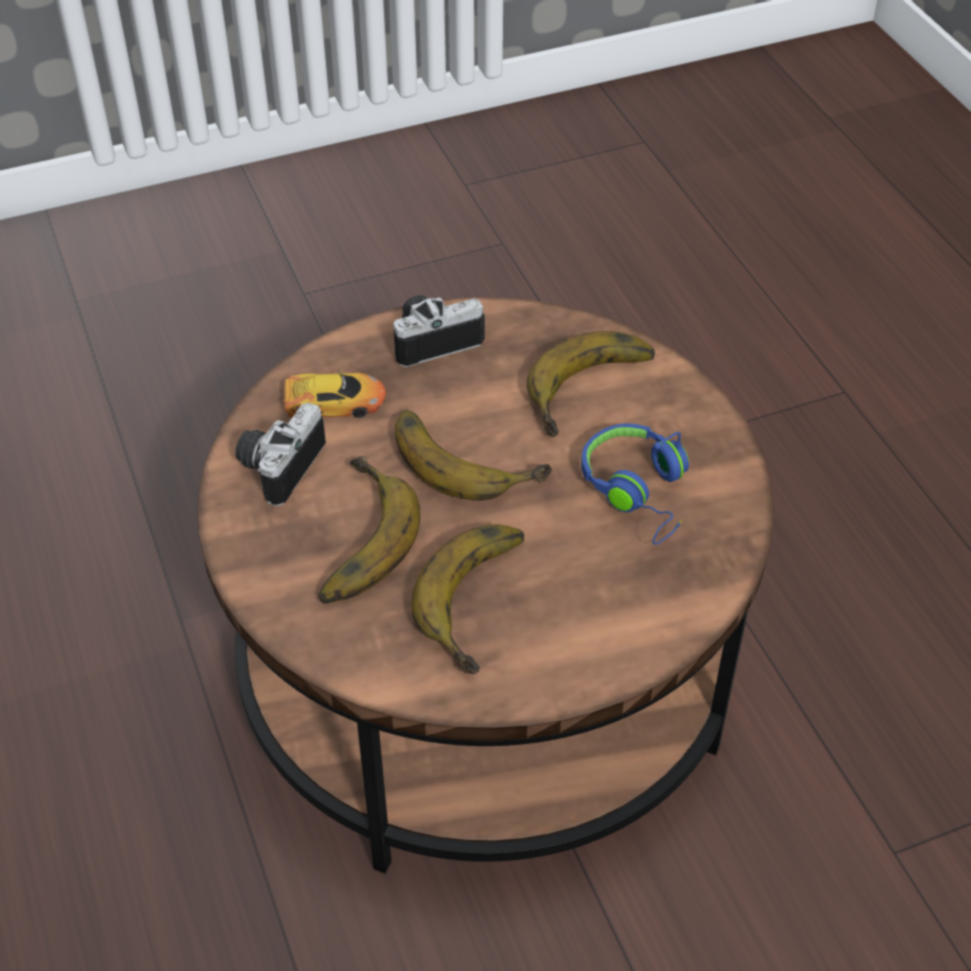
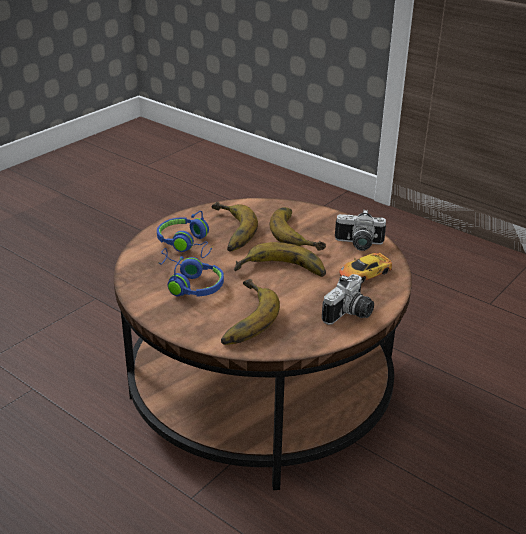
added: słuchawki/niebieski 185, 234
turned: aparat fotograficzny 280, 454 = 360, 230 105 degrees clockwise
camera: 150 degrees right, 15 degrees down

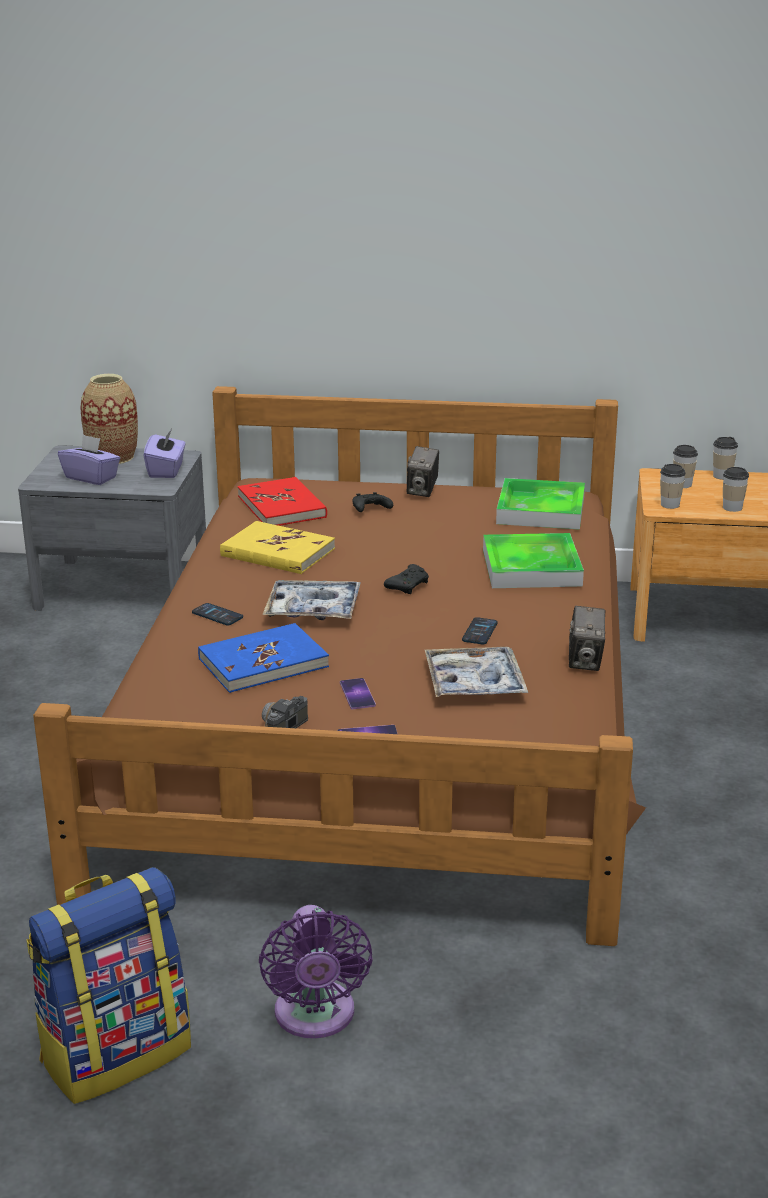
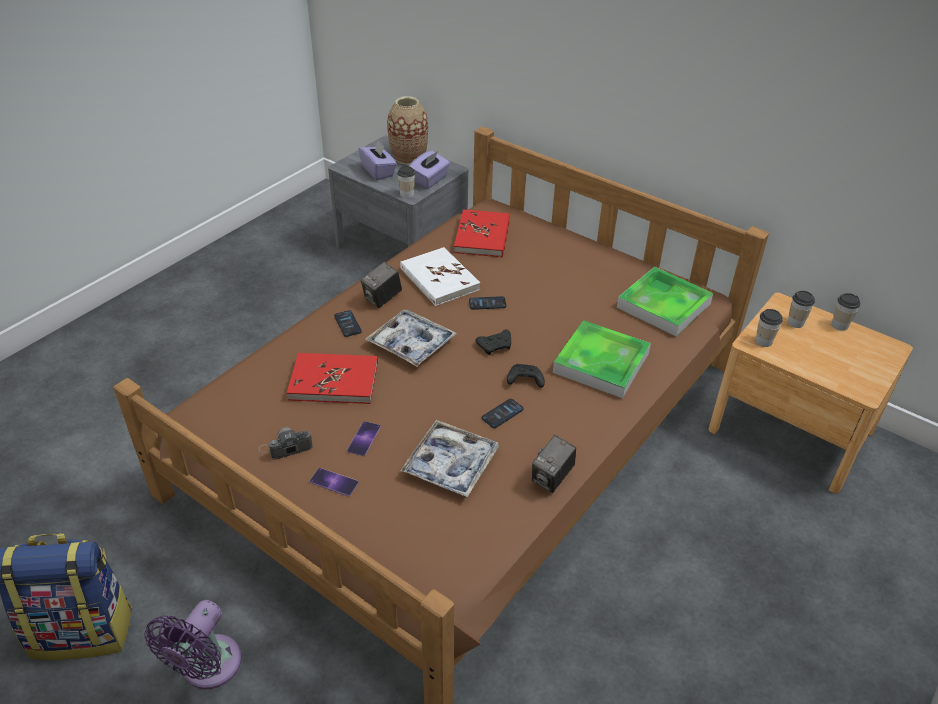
added: telefon 487, 303
moved: pad do gier/czarny 373, 502 to 526, 376; aparat fotograficzny 423, 471 to 381, 285; filiżanka 736, 489 to 406, 182
recoloured: książka/niebieski 263, 658 to książka/czerwony 332, 378; książka/żółty 277, 547 to książka/biały 440, 276
camera: 30 degrees right, 15 degrees up

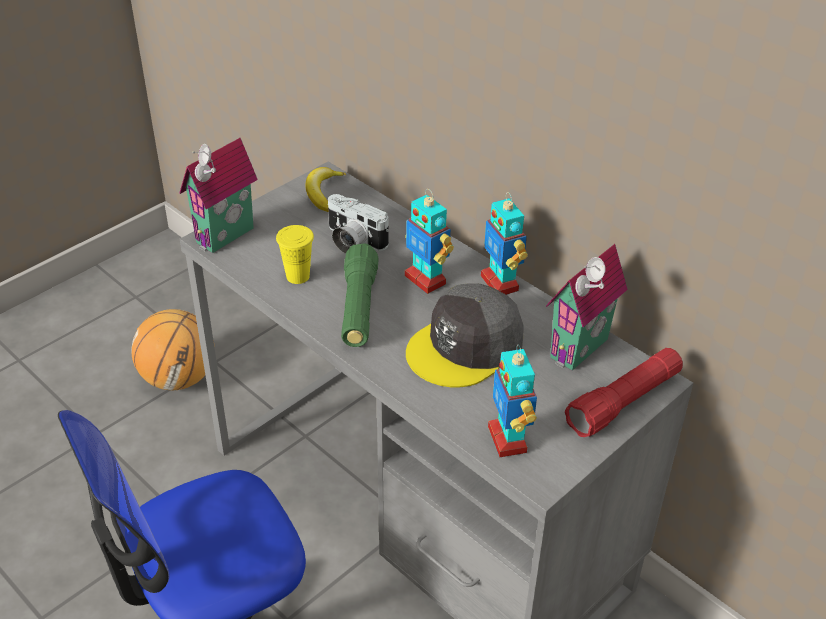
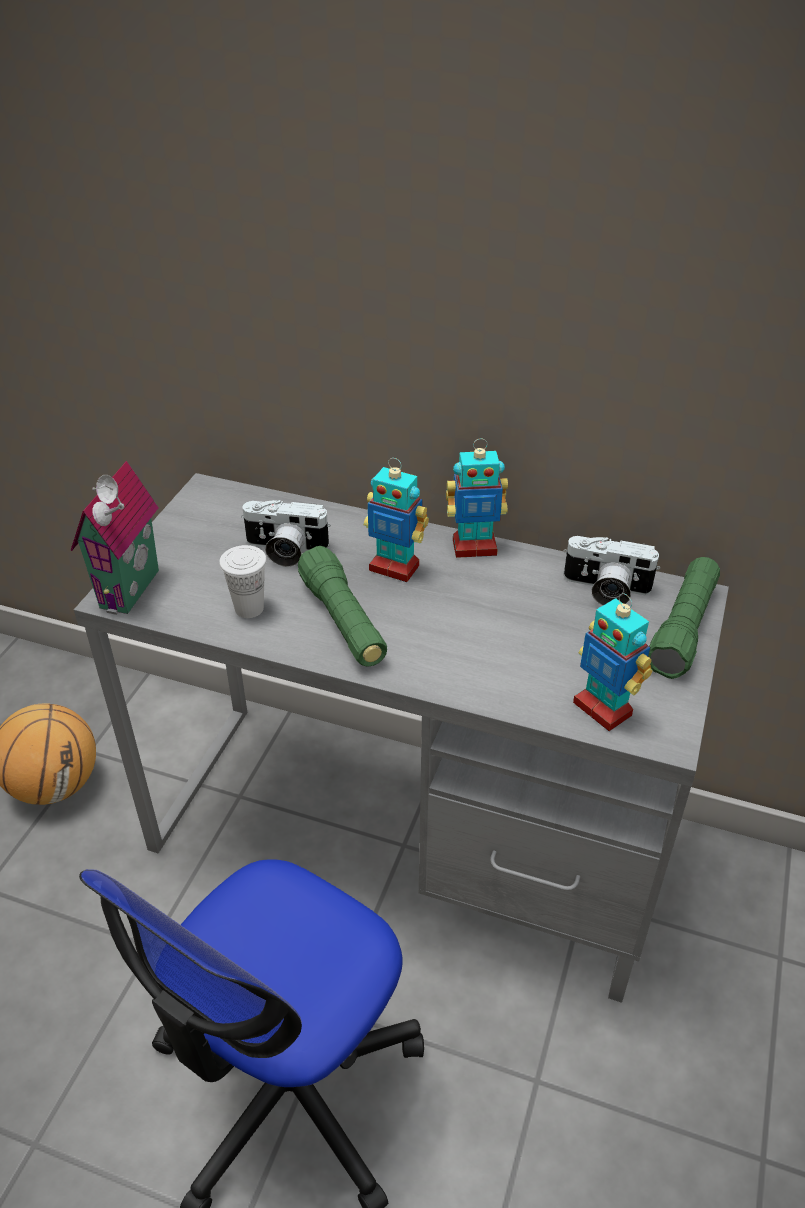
removed: banan 325, 189; czapka z daszkiem/szary 465, 335
replaced: domek 587, 307 to aparat fotograficzny 611, 571
recoloured: filiżanka/żółty 295, 254 to filiżanka/biały 243, 581; latarka/czerwony 624, 392 to latarka/zielony 684, 618
turned: robot zabawkowy 504, 243 = 477, 498 45 degrees counterclockwise
camera: 25 degrees left, 0 degrees up

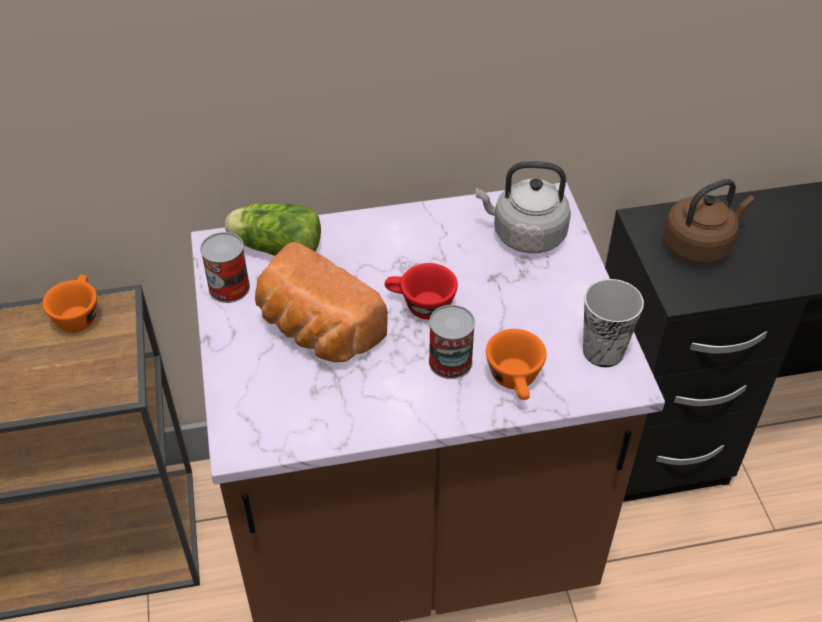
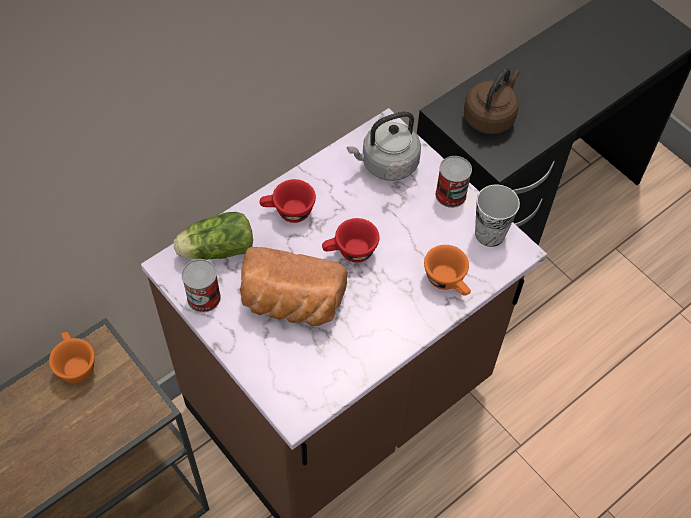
added: filiżanka/czerwony 288, 201
moved: puszka 452, 342 to 453, 182
camera: 30 degrees left, 10 degrees up

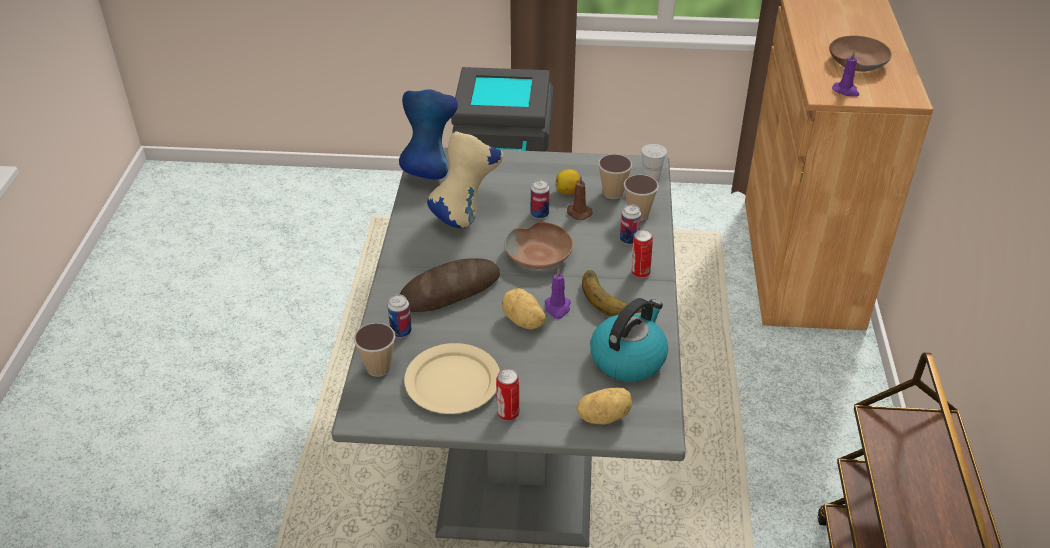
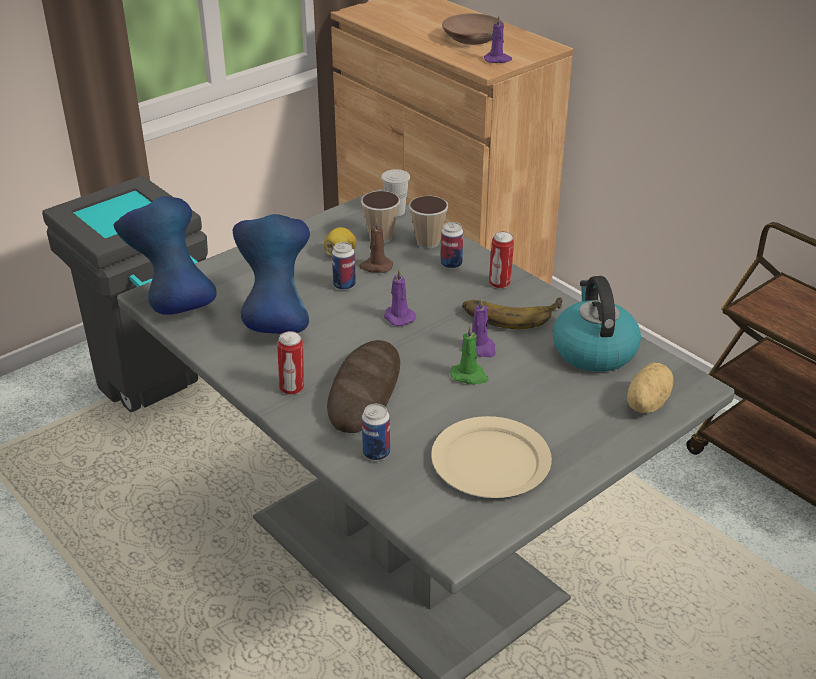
removed: filiżanka 374, 350
moved: puszka 507, 395 to 290, 363
replaced: ziemniak 524, 308 to świeca/zielony 469, 354; miska/brązowy 538, 245 to świeca/fioletowy 400, 297
recoloured: wazon/beżowy 465, 179 to wazon/niebieski 271, 274
camera: 45 degrees left, 5 degrees down

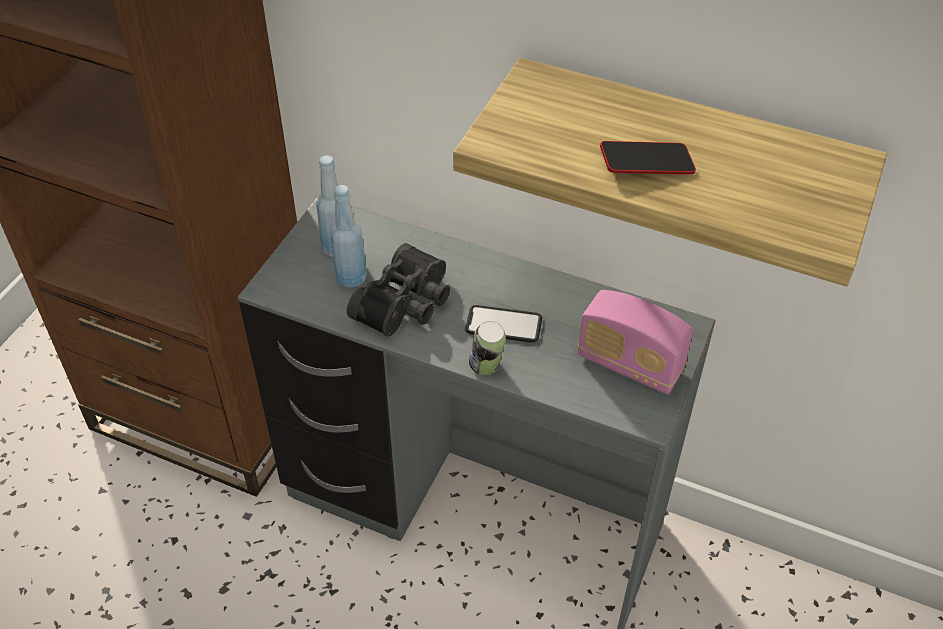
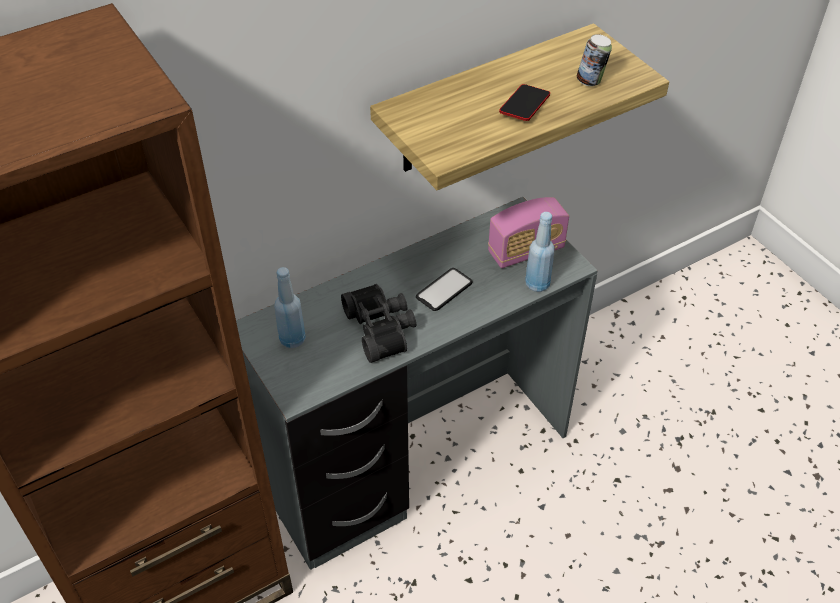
moved: butelka/niebieski 349, 236 to 540, 252; puszka 487, 348 to 594, 60
camera: 55 degrees left, 0 degrees up

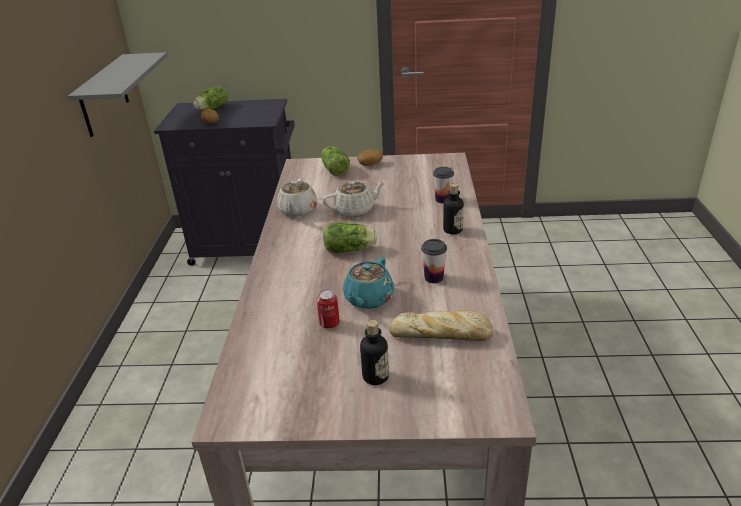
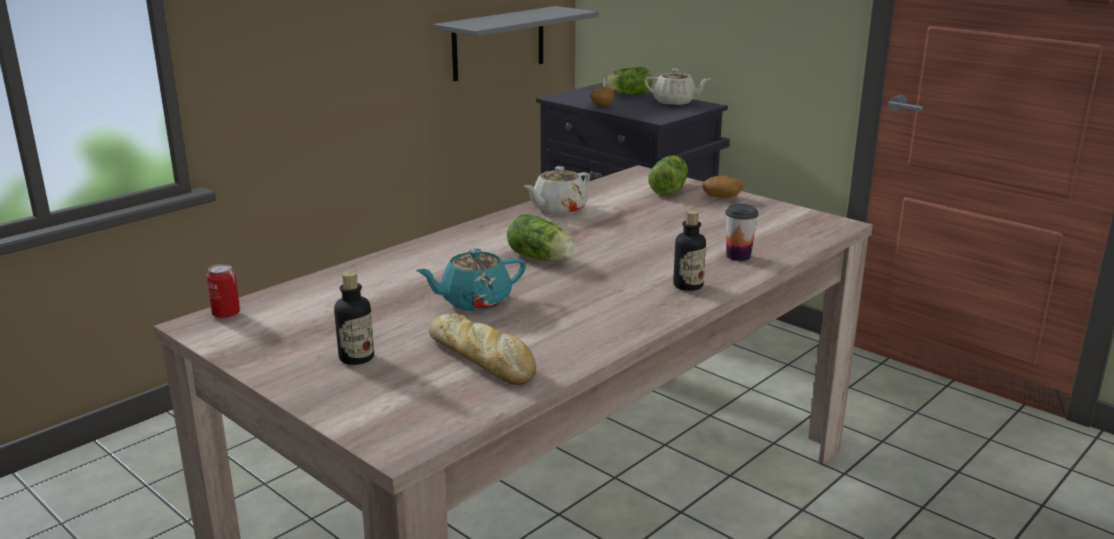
removed: filiżanka 434, 261
moved: puszka 328, 309 to 223, 291; imbryk/beżowy 354, 199 to 677, 87
camera: 40 degrees right, 10 degrees down

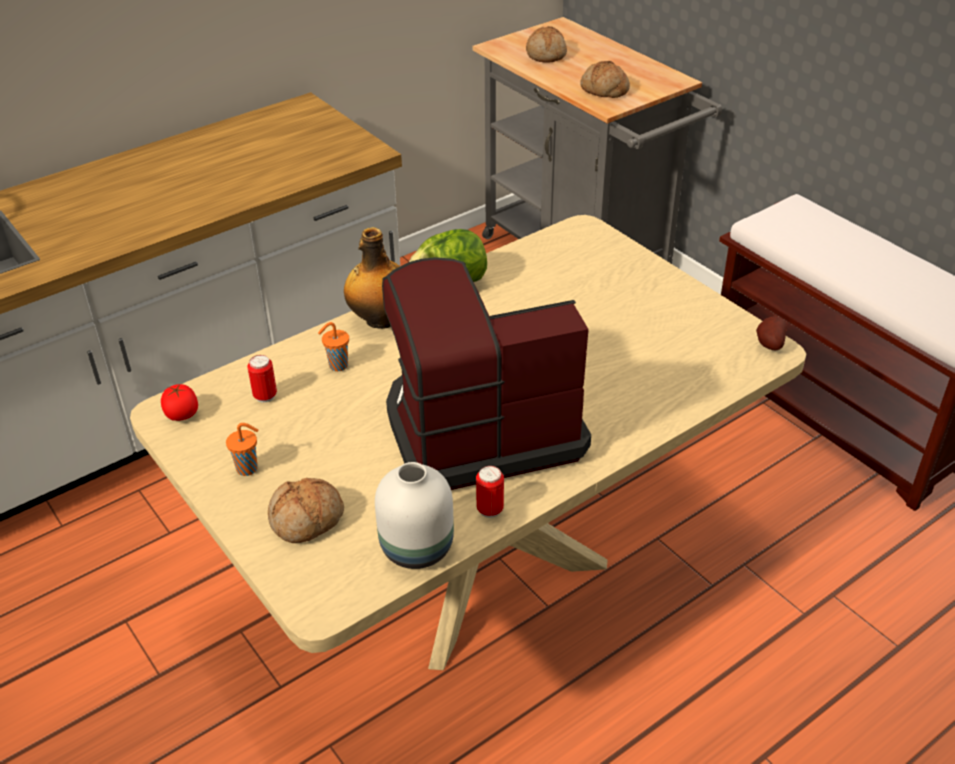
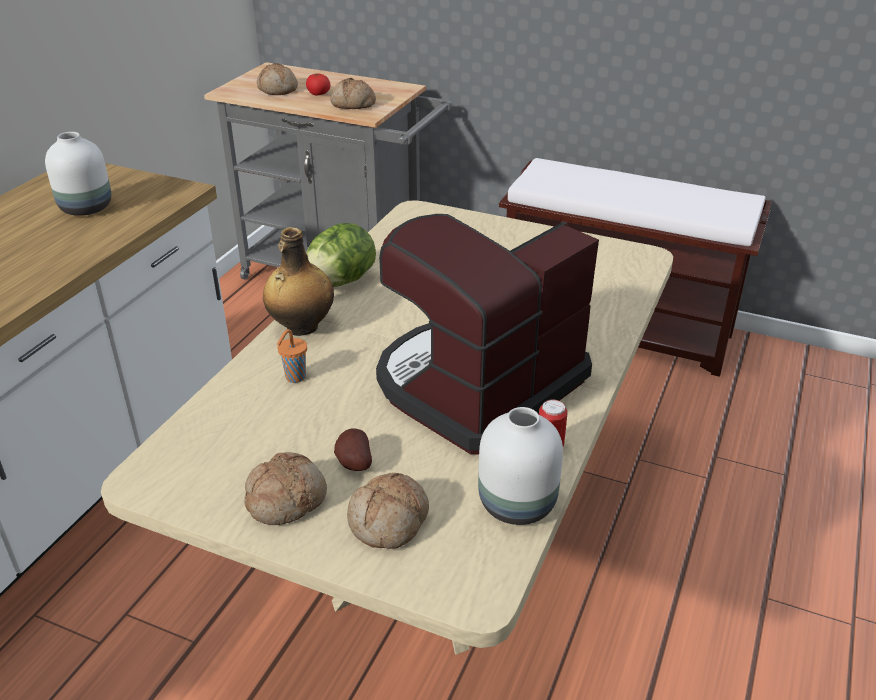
removed: puszka 262, 379
added: wazon/biały 78, 174
moved: pomidor 179, 402 to 318, 84; ziemniak 771, 333 to 353, 450
replaced: filiżanka/pomarańczowy 242, 449 to chleb 285, 488
camera: 30 degrees left, 5 degrees down

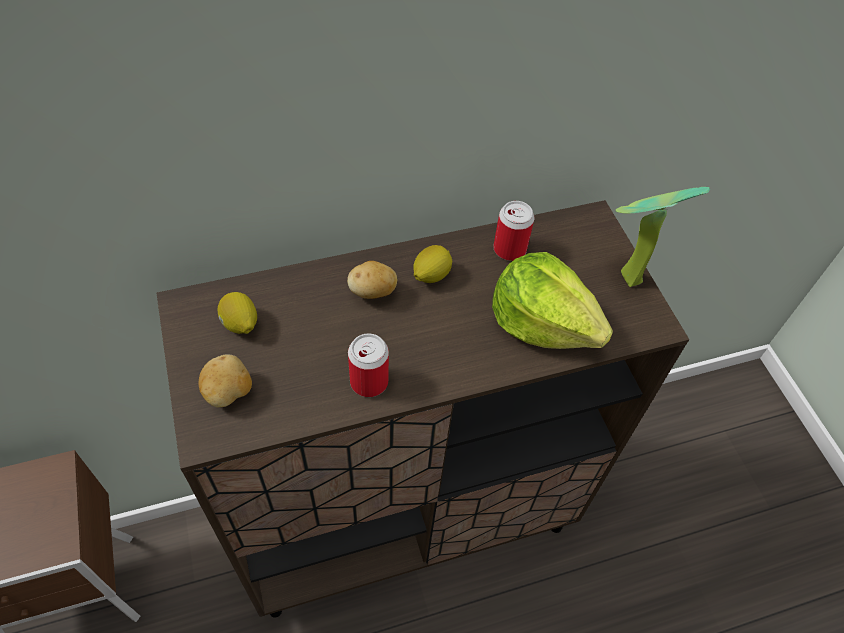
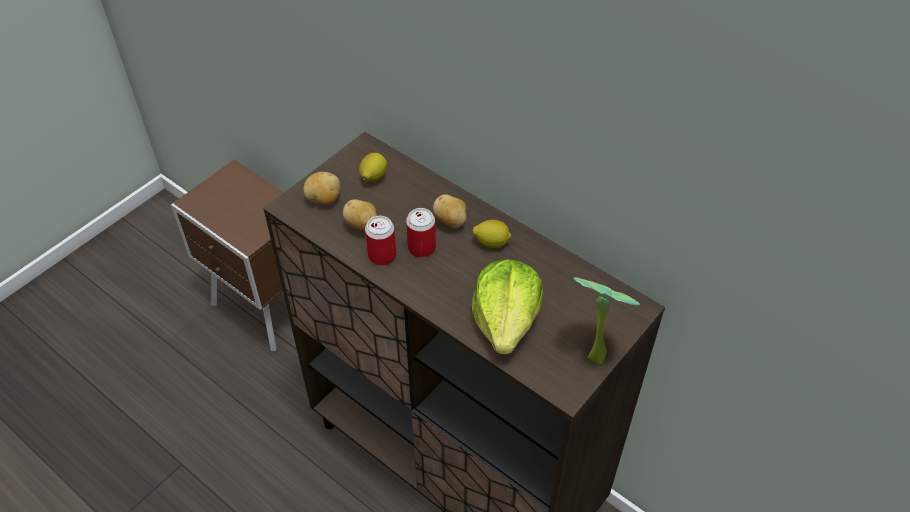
added: ziemniak 360, 215
moved: puszka 513, 231 to 421, 232
camera: 60 degrees right, 5 degrees down

